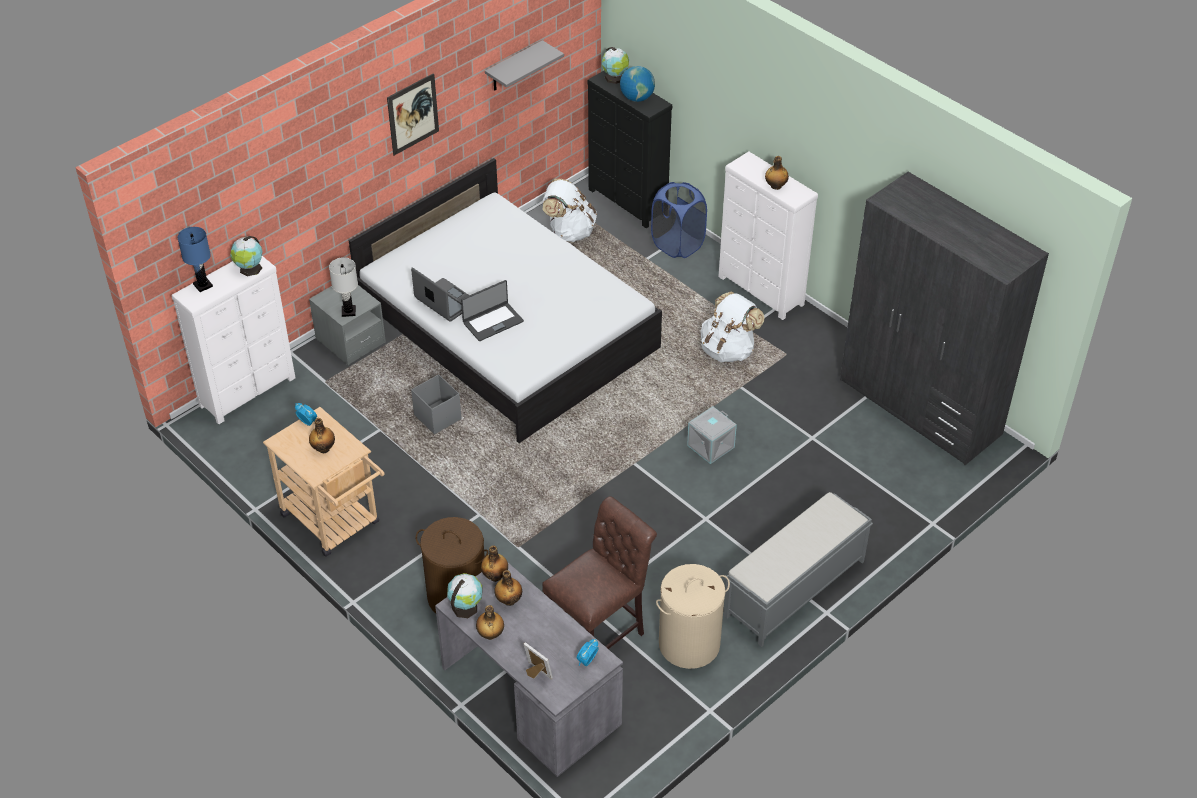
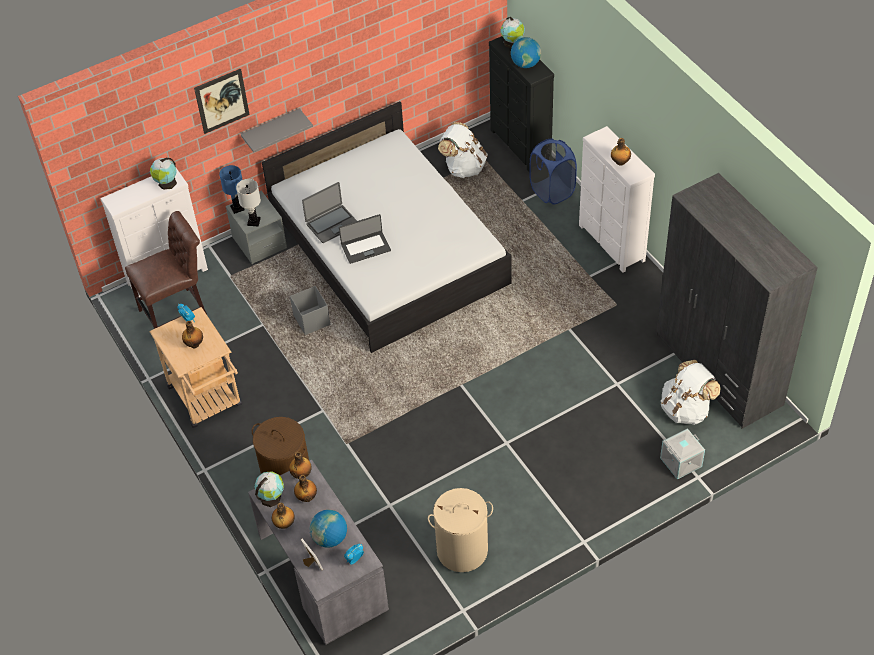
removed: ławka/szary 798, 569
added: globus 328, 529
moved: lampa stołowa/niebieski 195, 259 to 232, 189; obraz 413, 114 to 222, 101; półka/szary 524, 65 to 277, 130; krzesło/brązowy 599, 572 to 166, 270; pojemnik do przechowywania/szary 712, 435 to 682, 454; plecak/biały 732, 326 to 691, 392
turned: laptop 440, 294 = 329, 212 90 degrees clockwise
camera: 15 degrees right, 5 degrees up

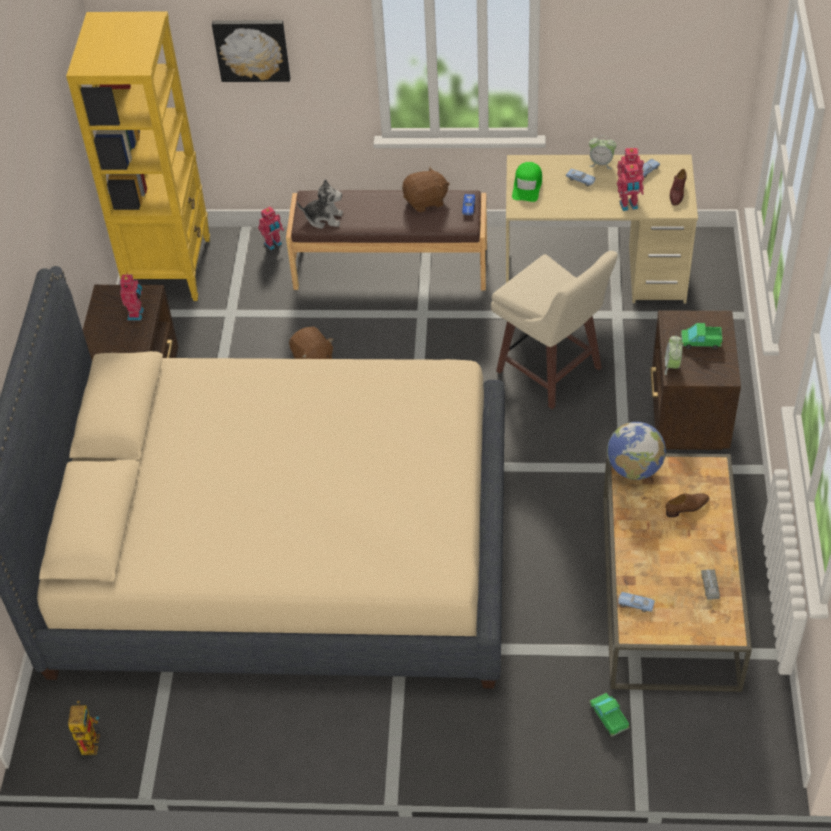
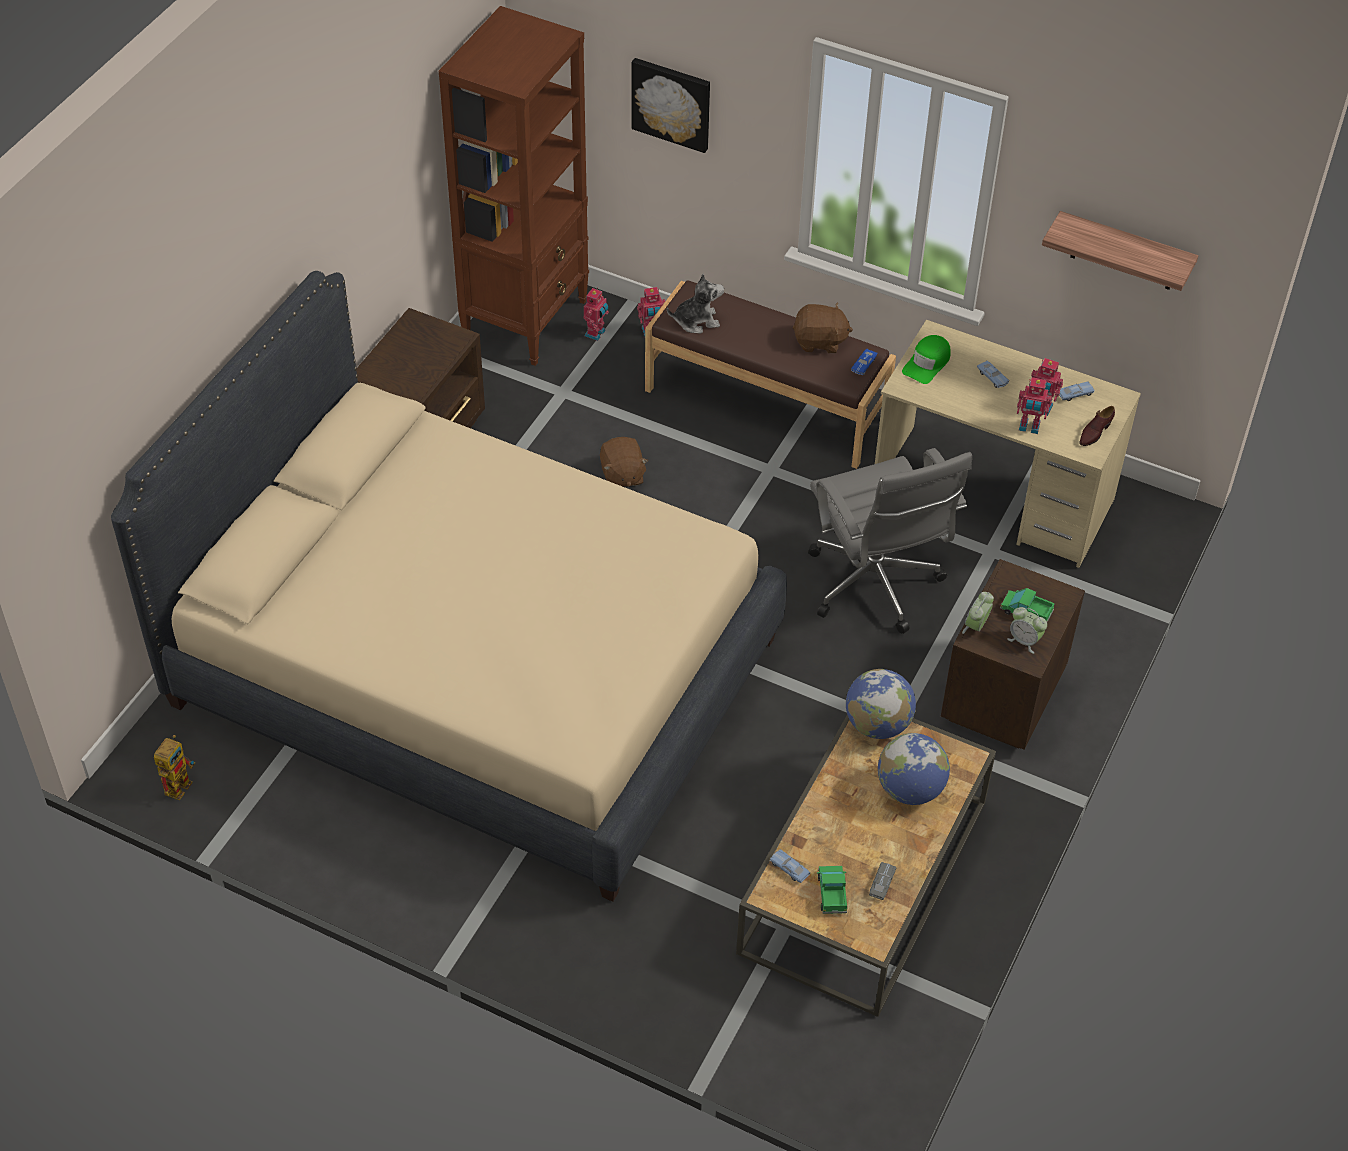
added: półka 1120, 251
moved: robot zabawkowy 132, 297 to 596, 314; budzik 602, 152 to 1027, 630; ciężarówka zabawkowa 609, 714 to 832, 890
replaced: stołek/beżowy 554, 330 to krzesło biurowe/szary 890, 541; but/brązowy 687, 505 to globus 914, 769
recoloured: regał/żółty 138, 156 to regał/brązowy 514, 186
turned: pluszak 320, 204 = 695, 304 45 degrees counterclockwise
camera: 20 degrees right, 0 degrees up

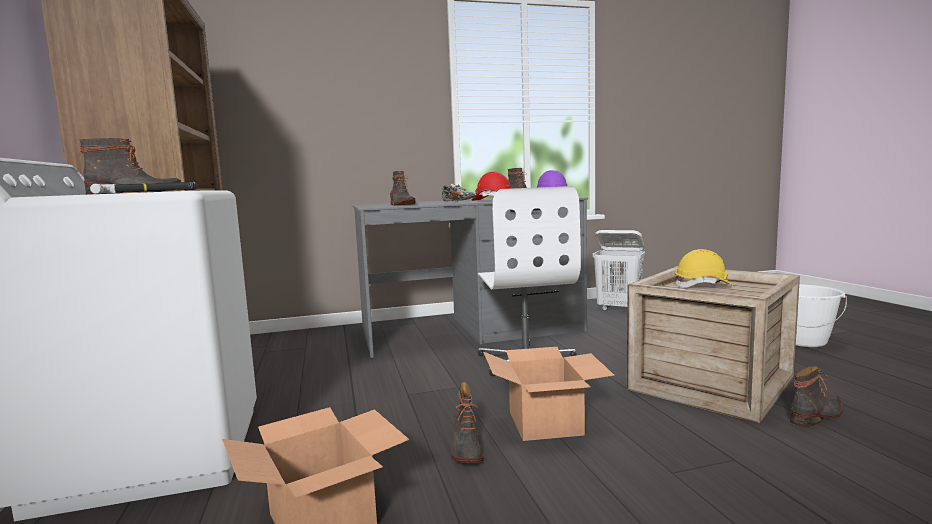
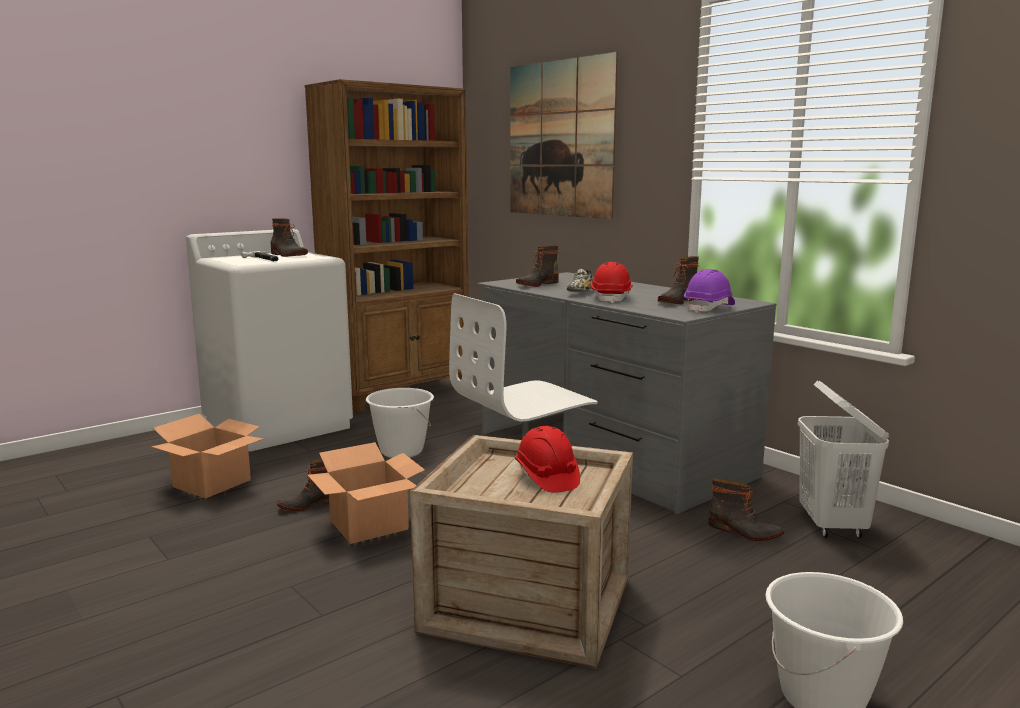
added: wiadro/biały 400, 423; obraz 564, 135
moved: but z cholewką 816, 396 to 746, 509
recoloured: kask/żółty 704, 268 to kask/czerwony 547, 459
camera: 65 degrees right, 5 degrees up

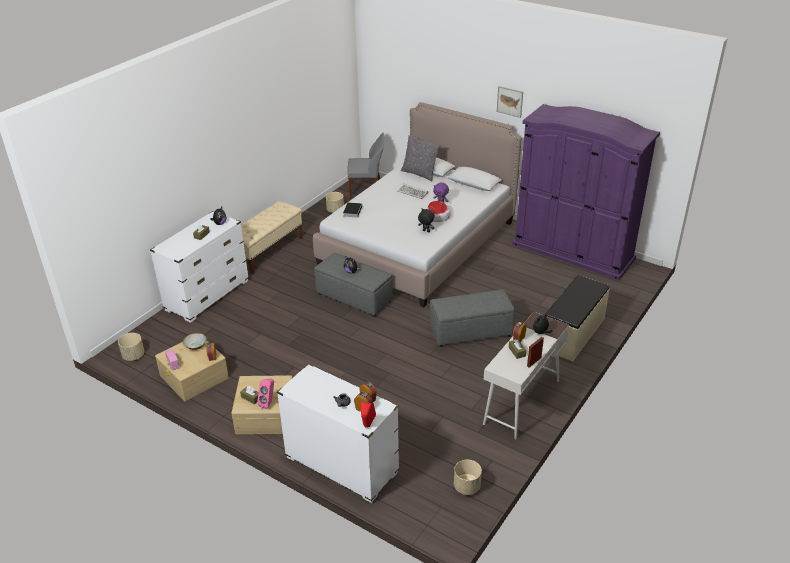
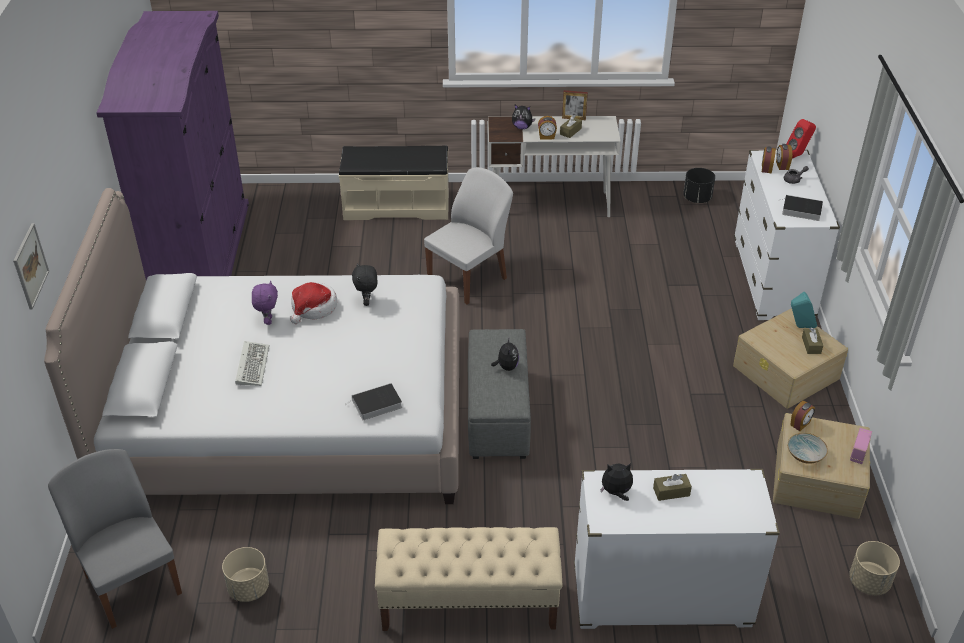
removed: poduszka/szary 420, 158
added: książka 801, 208
moved: obraz 510, 102 to 31, 266
replaced: pufa/szary 472, 318 to krzesło/biały 468, 235
recoloured: głośnik/różowy 265, 394 to głośnik/turkusowy 804, 310; donica/beżowy 468, 477 to donica/czarny 699, 185
camera: 125 degrees left, 5 degrees up

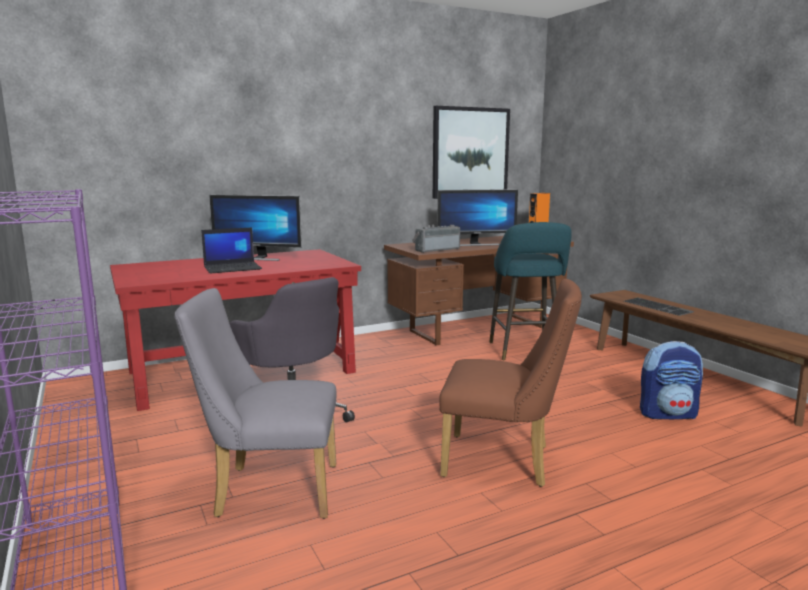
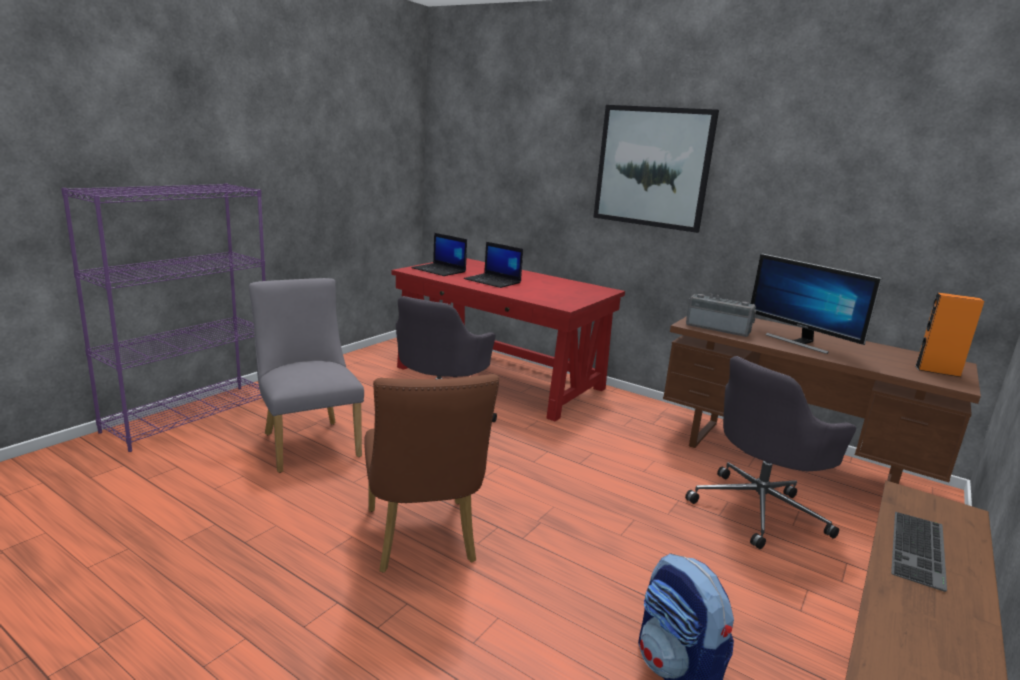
removed: monitor 255, 228
added: laptop 439, 254
moved: obraz 471, 152 to 656, 169
replaced: stołek/turkusowy 530, 291 to krzesło biurowe/szary 770, 452
camera: 60 degrees right, 5 degrees up

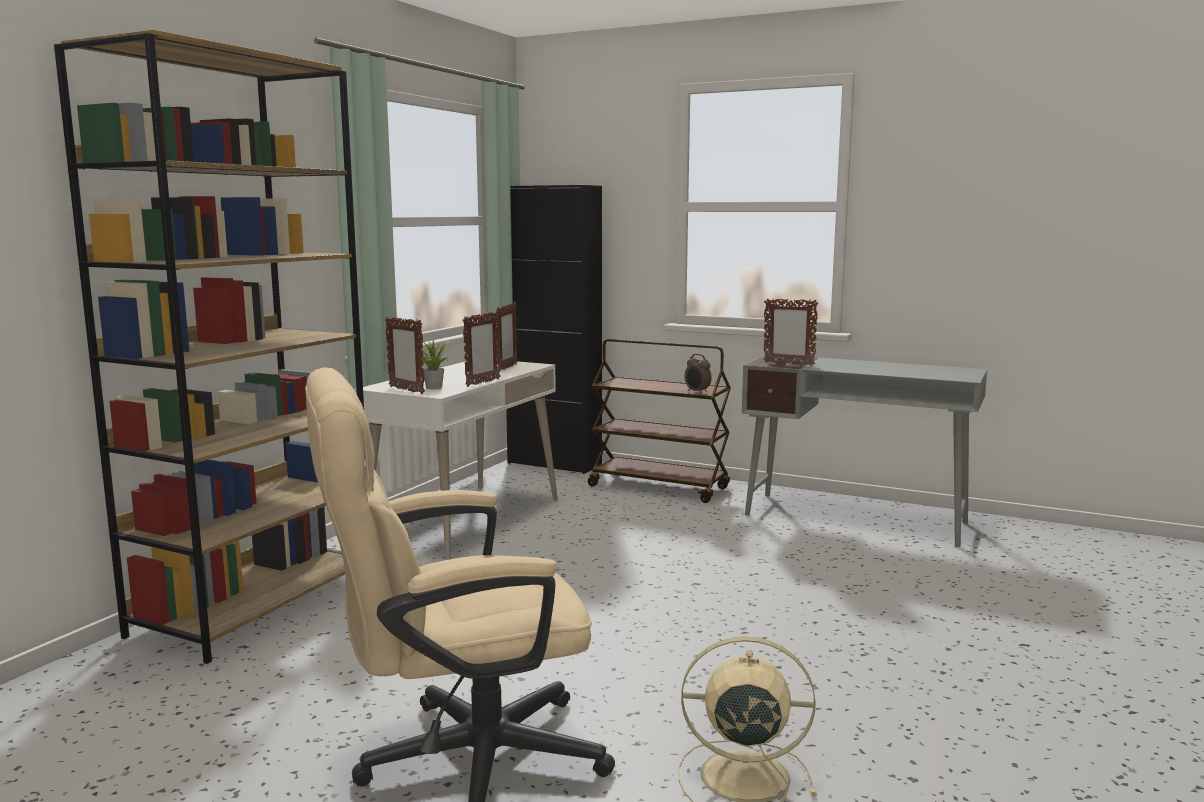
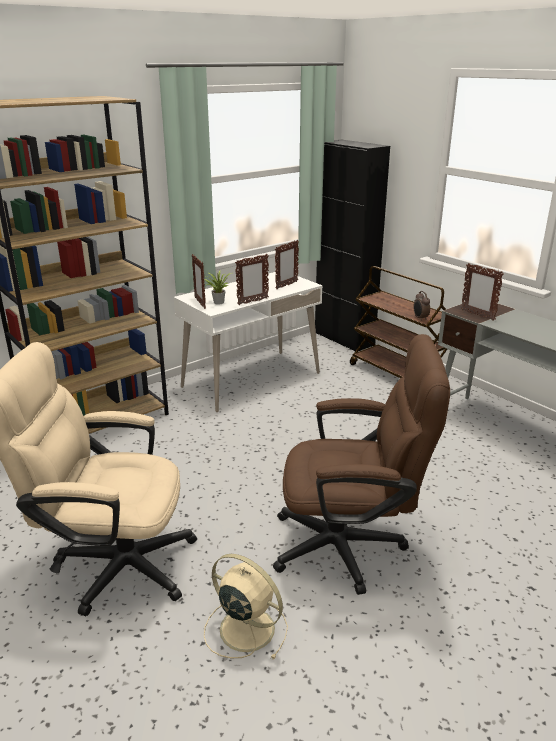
added: krzesło biurowe/brązowy 361, 464
camera: 25 degrees right, 15 degrees up

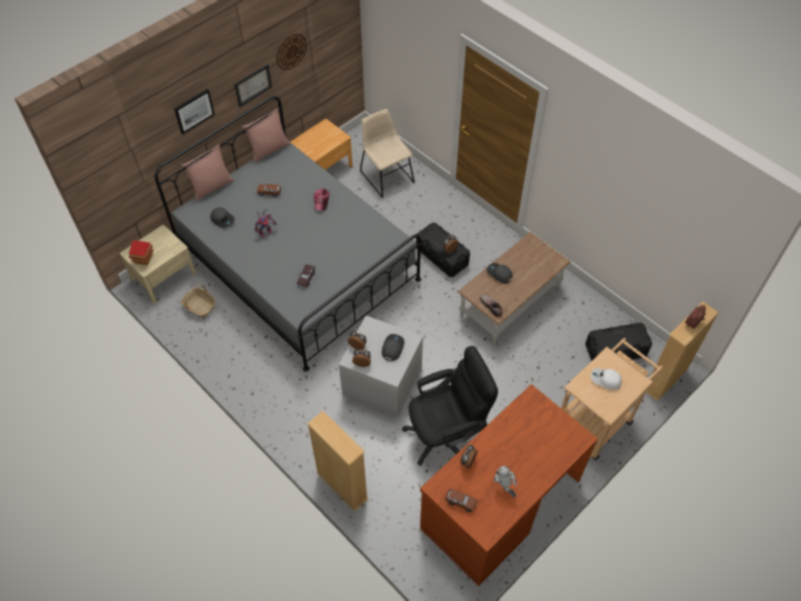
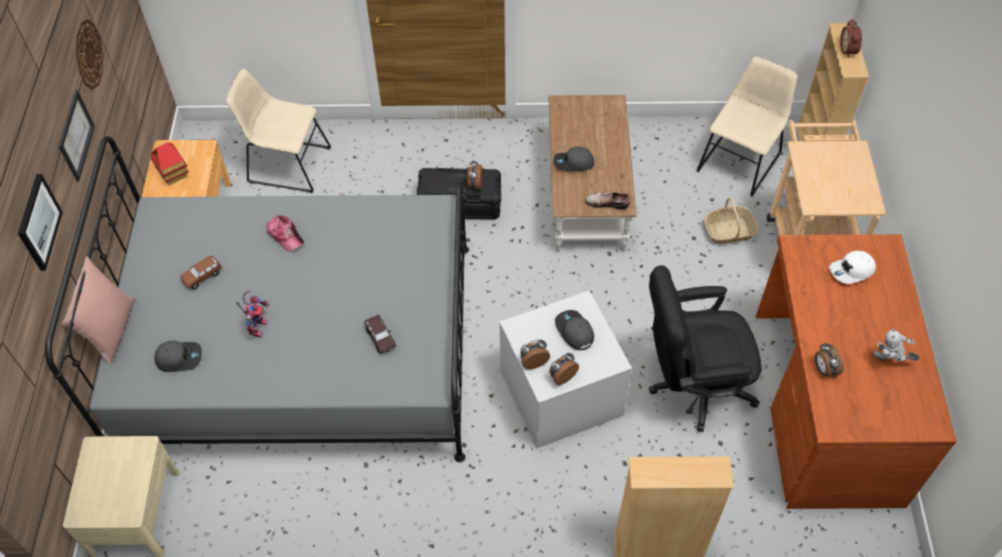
removed: poduszka/różowy 266, 135; samochodzik/brązowy 461, 500
moved: domek 141, 252 to 169, 163; koszyk 198, 301 to 731, 221; czapka z daszkiem/biały 606, 379 to 852, 267
replaced: pojemnik do przechowywania/czarny 618, 341 to krzesło/beżowy 747, 126
turned: krzesło biurowe/czarny 450, 406 = 705, 348 120 degrees counterclockwise
camera: 45 degrees left, 0 degrees up

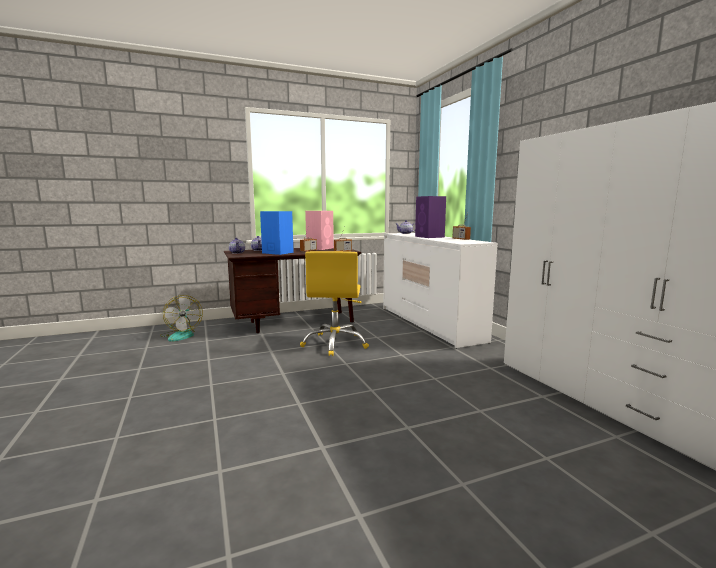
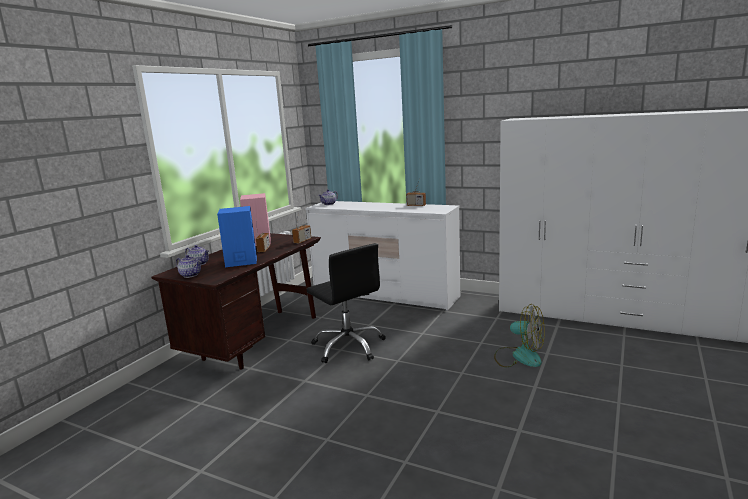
removed: głośnik/fioletowy 430, 217
moved: wentylator 181, 318 to 519, 335
recoloured: krzesło biurowe/żółty 334, 303 to krzesło biurowe/czarny 346, 303
camera: 40 degrees left, 5 degrees up

